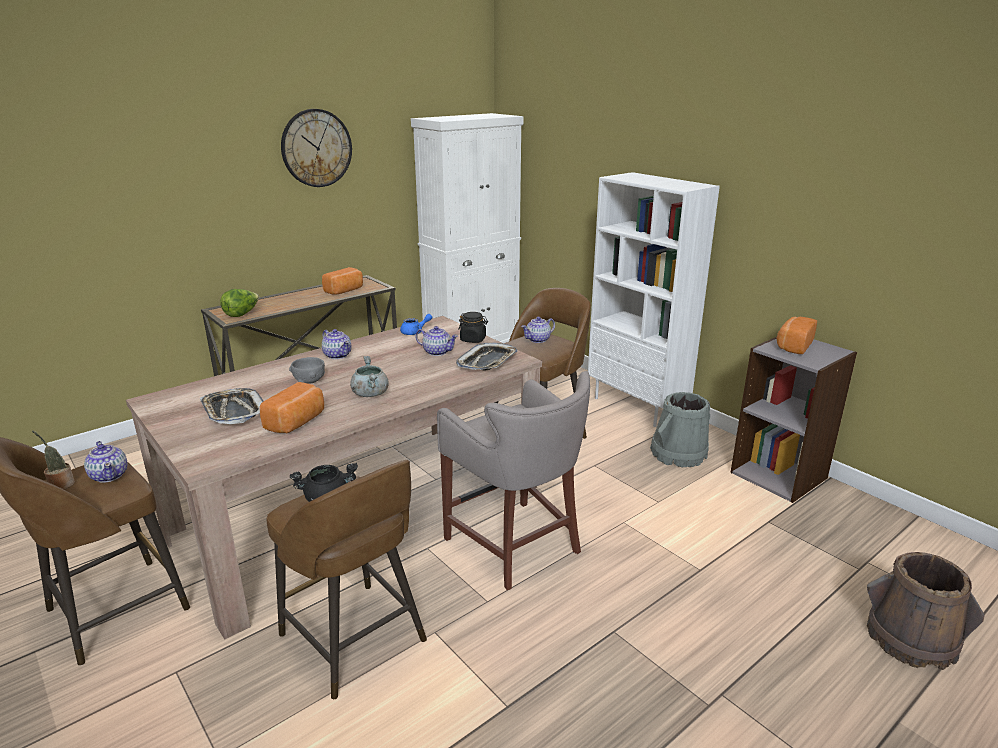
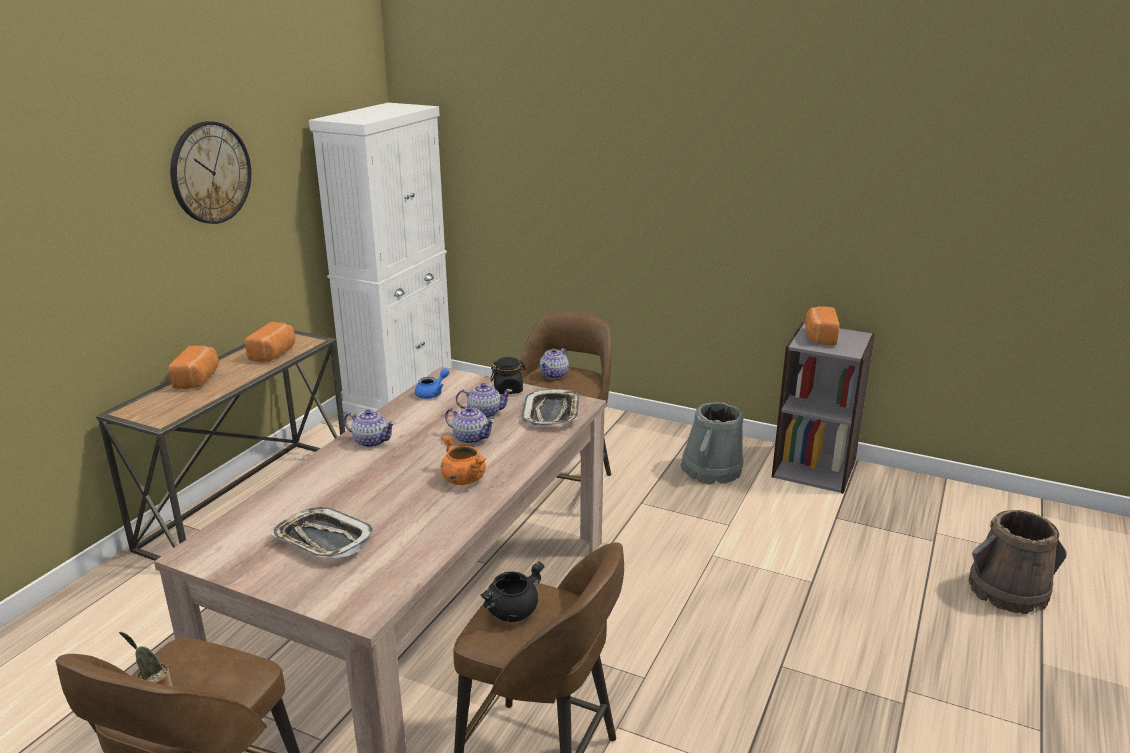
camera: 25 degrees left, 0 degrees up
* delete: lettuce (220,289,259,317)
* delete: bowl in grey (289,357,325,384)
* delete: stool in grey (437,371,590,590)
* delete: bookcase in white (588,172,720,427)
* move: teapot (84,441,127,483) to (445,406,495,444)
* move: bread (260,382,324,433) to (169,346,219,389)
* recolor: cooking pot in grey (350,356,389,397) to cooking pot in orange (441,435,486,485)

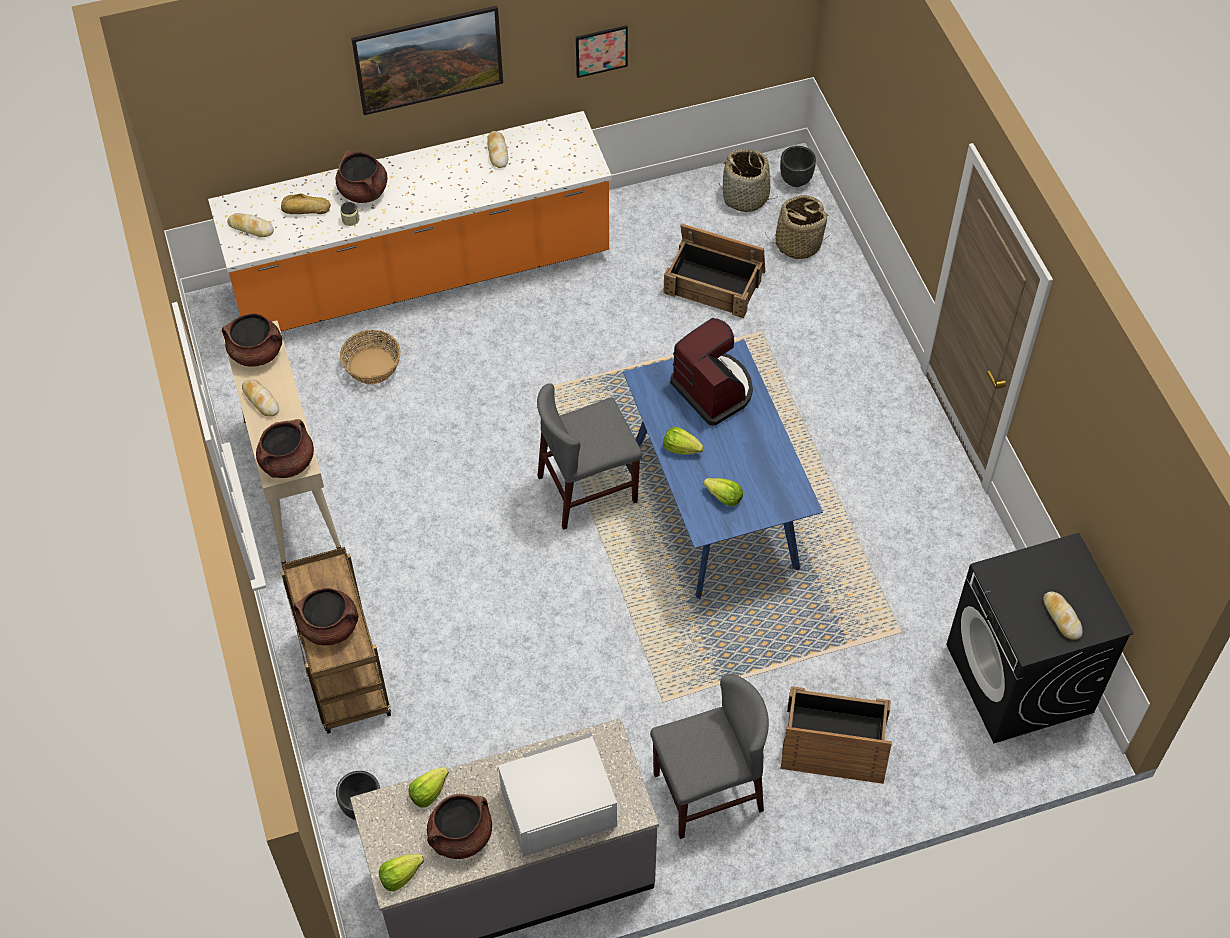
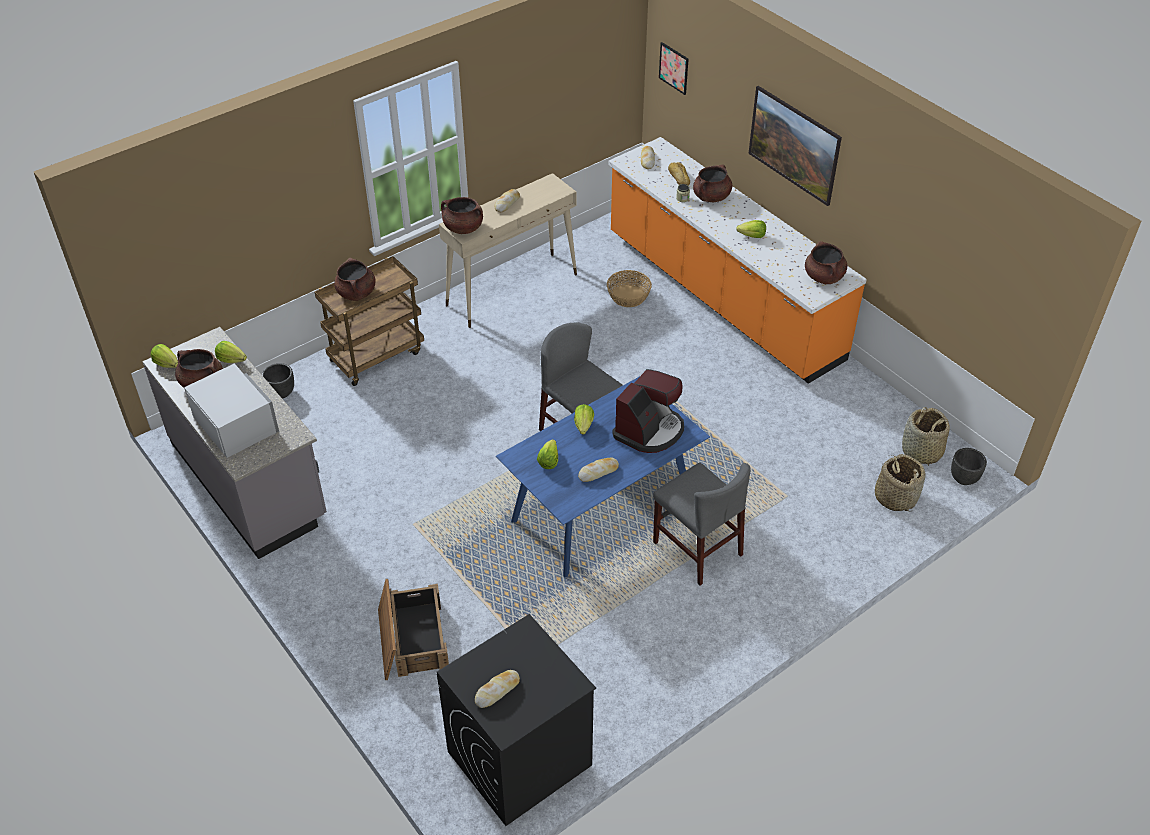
camera: 70 degrees right, 10 degrees down
* delete: crate (663,223,765,318)
* insert: lettuce (736,220,766,238)
* move: cooking pot in brown (222,313,282,367) to (805,241,847,284)
* move: bread (487,131,508,168) to (578,458,619,482)
* move: picture (576,25,628,78) to (659,42,689,95)
* move: chair in grey (650,674,769,839) to (653,463,751,585)

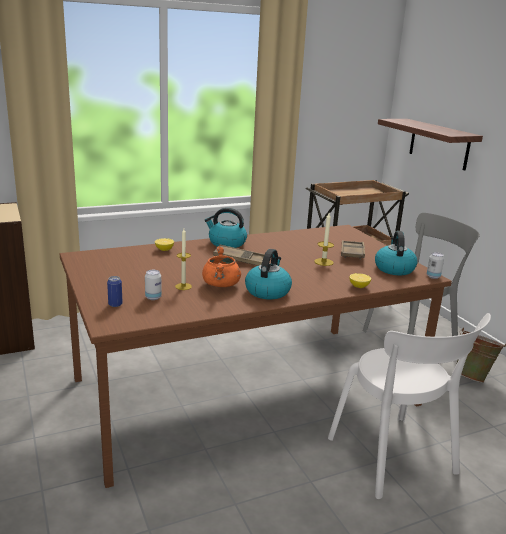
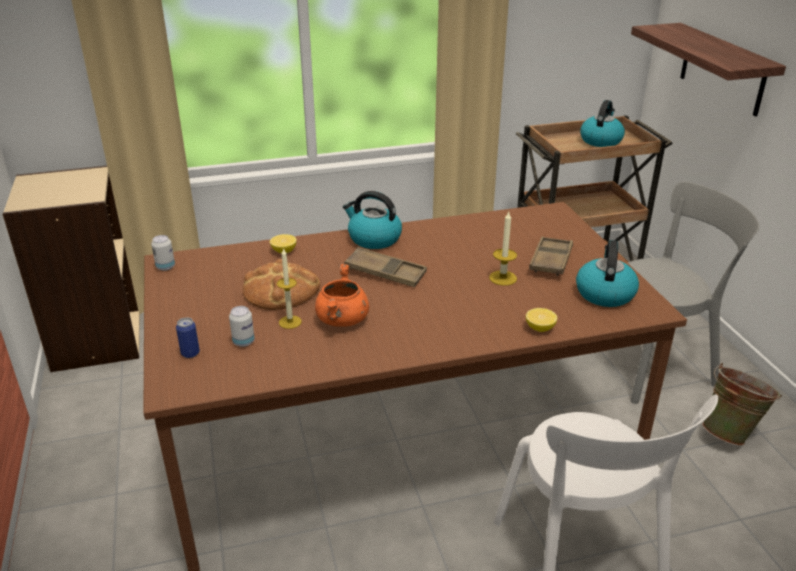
camera: 10 degrees right, 10 degrees up
* insert: bread (243,259,320,310)
* move: kettle (245,249,292,299) to (580,100,625,147)
* move: can (427,252,444,279) to (151,235,175,271)

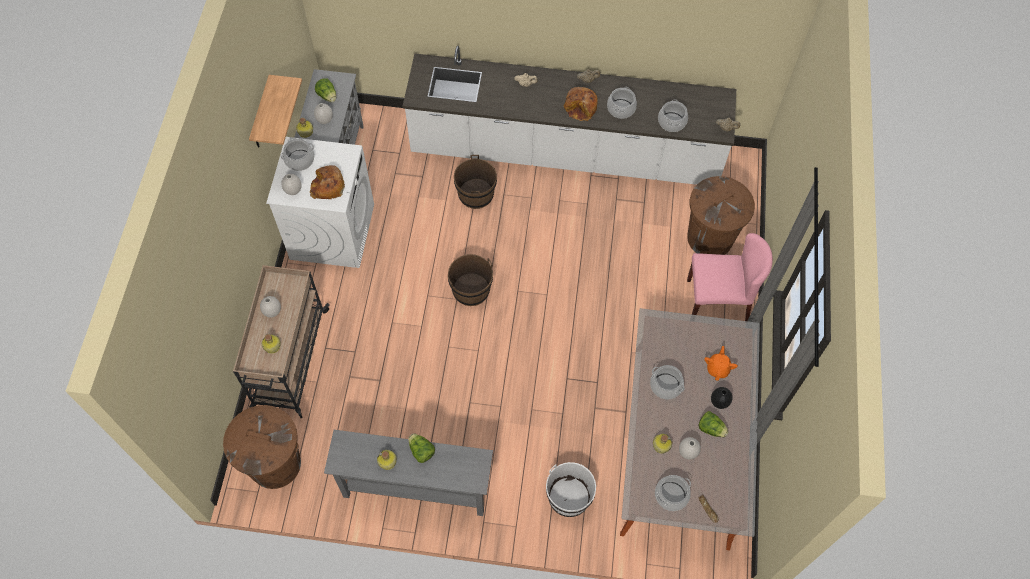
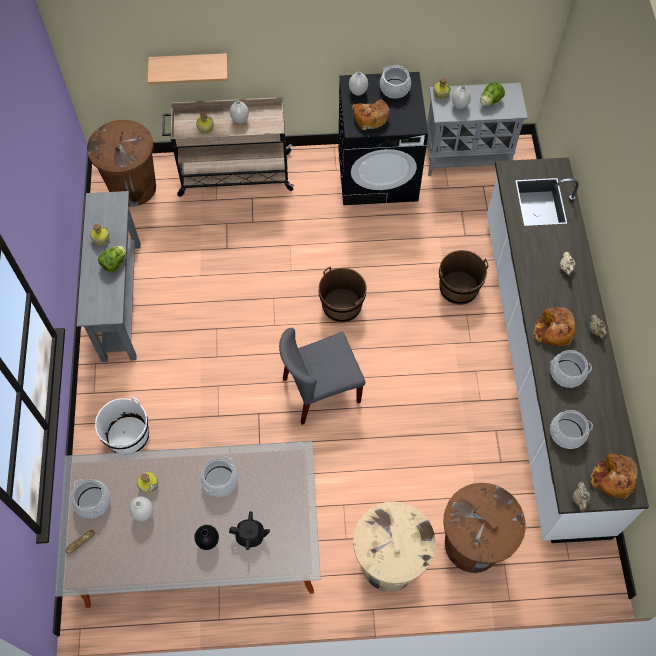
camera: 80 degrees right, 0 degrees up
* delete: lettuce (698,411,729,438)
* insert: chair in grey (279,328,365,425)
* insert: bread (590,454,638,499)
* move: shelf (249,75,302,148) to (148,53,228,84)
* replace: chair in pink (687,233,773,321) to trash can in beige (353,501,436,592)
* recolor: washing machine in white (266,137,374,268) to washing machine in black (338,72,428,205)
* recolor: teapot in orange (704,346,738,381) to teapot in black (229,511,270,550)

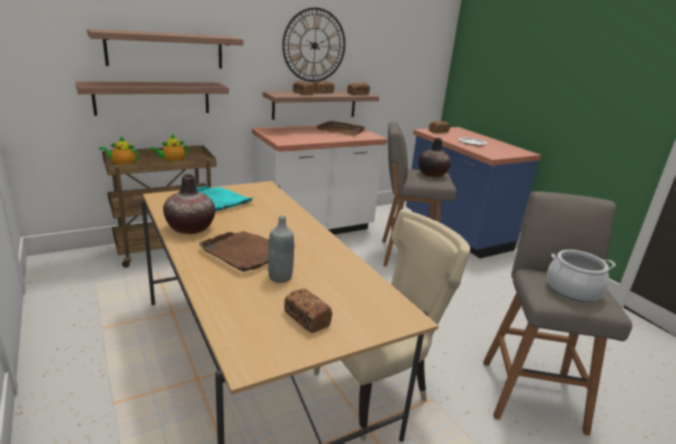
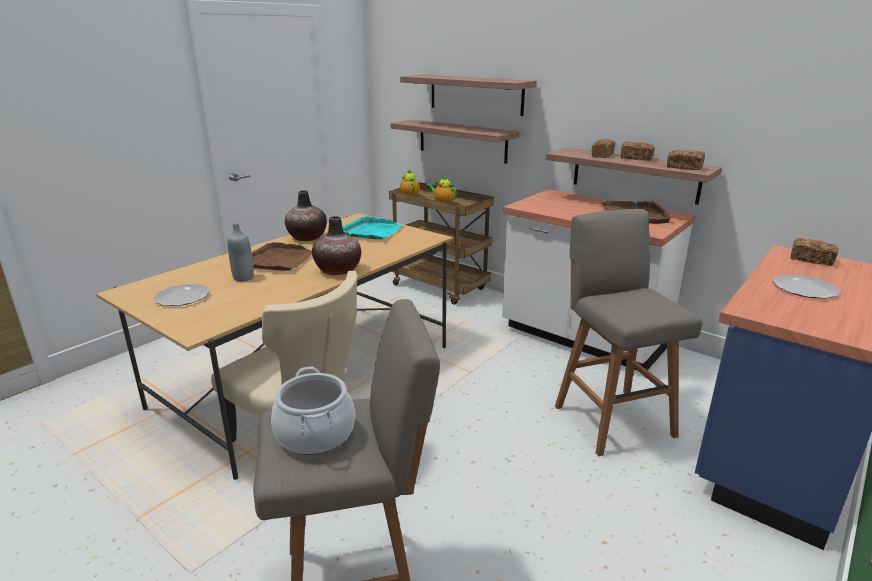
camera: 70 degrees right, 0 degrees up
* delete: wall clock (282,8,345,82)
* move: vase (418,138,451,177) to (312,216,361,275)
* replace: bread (284,289,332,333) to plate (153,284,210,306)

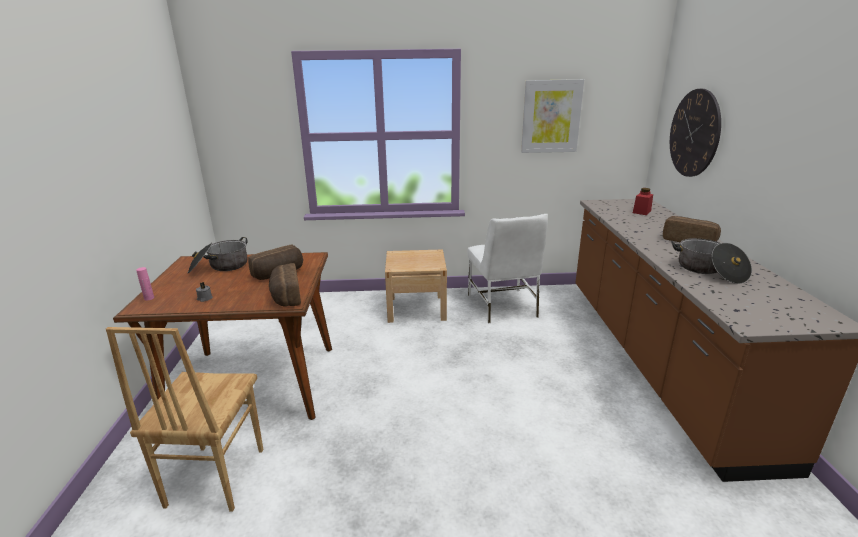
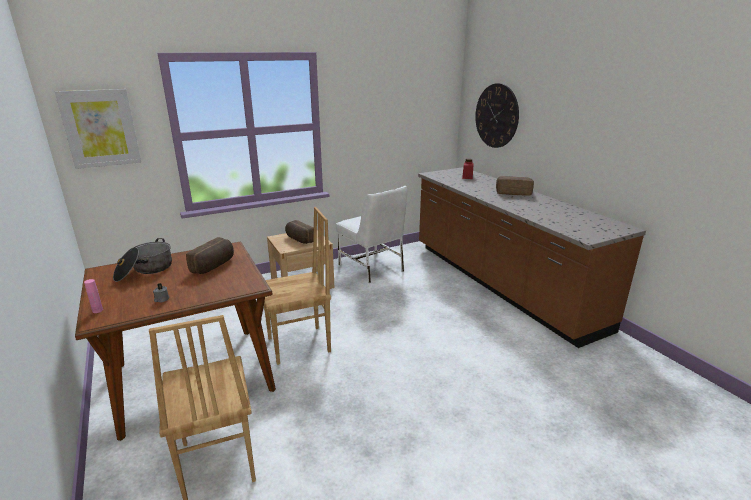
camera: 25 degrees left, 0 degrees up
* delete: cooking pot (671,238,752,284)
* insert: chair in brown (264,207,331,365)
* move: bread (269,263,301,307) to (285,220,314,244)
* move: picture (521,79,584,153) to (55,89,141,169)

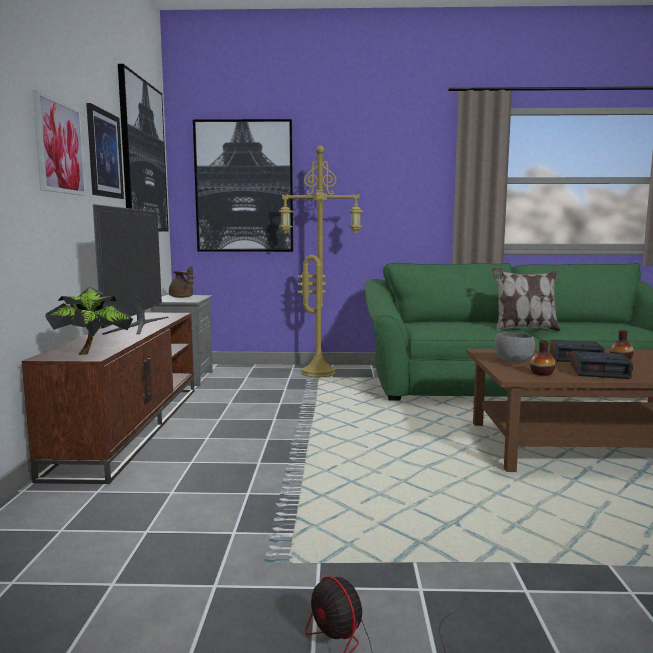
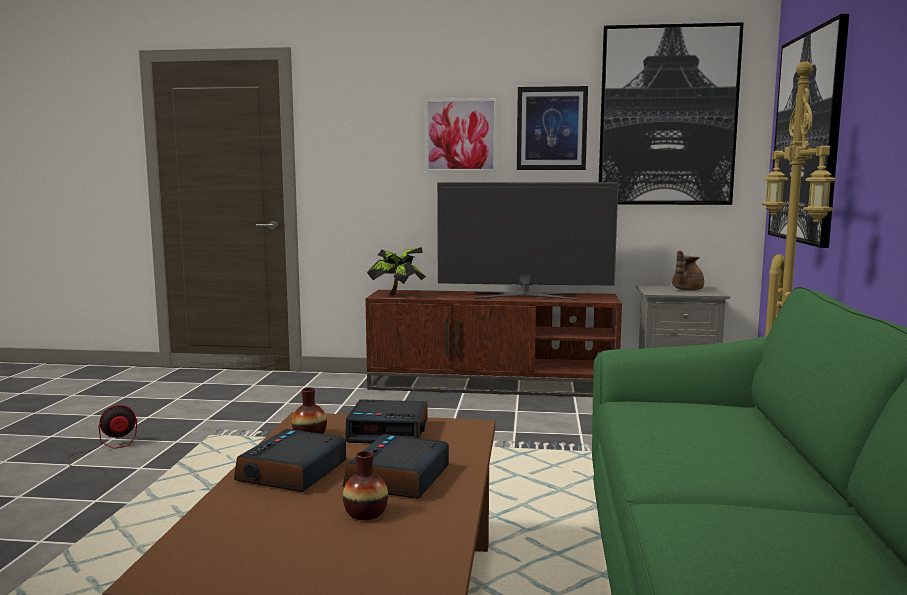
camera: 95 degrees right, 0 degrees up
* delete: pillow (492,268,560,332)
* replace: bowl in grey (494,332,535,363) to alarm clock (345,399,427,443)

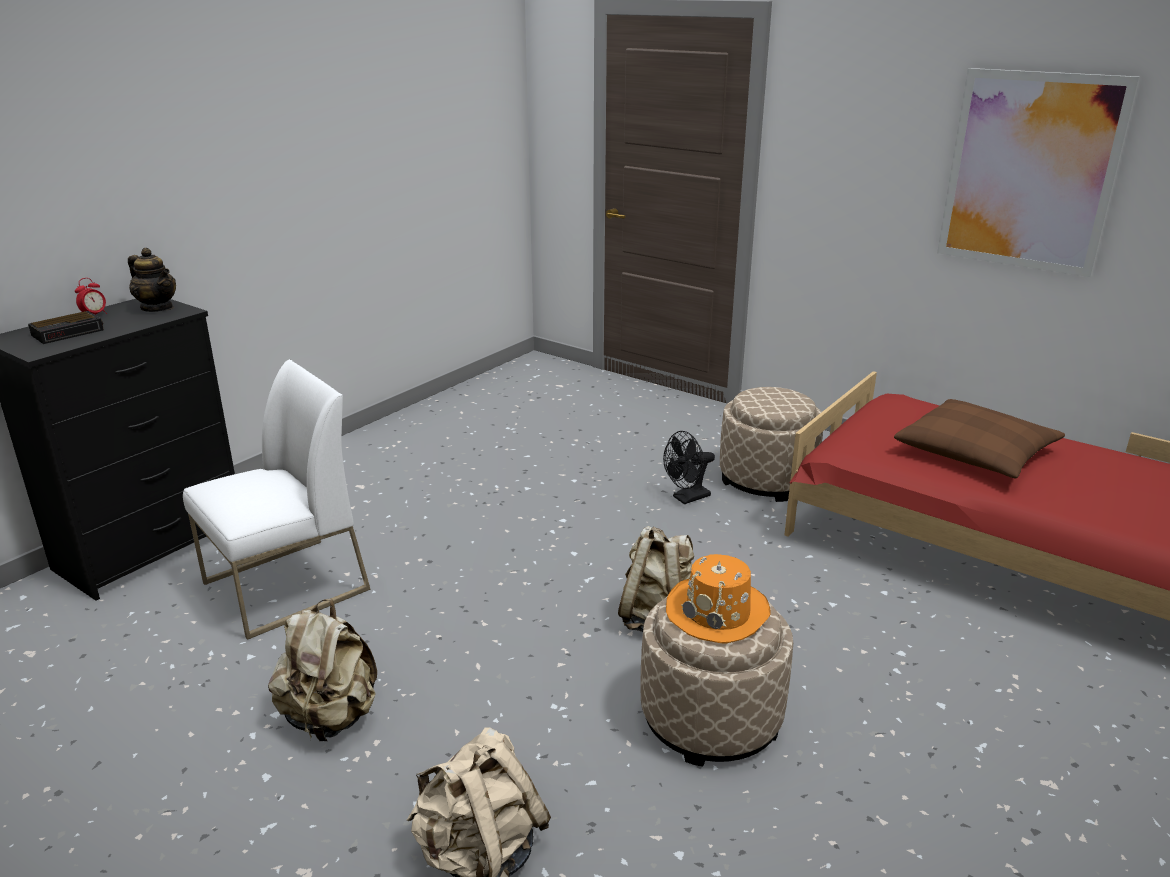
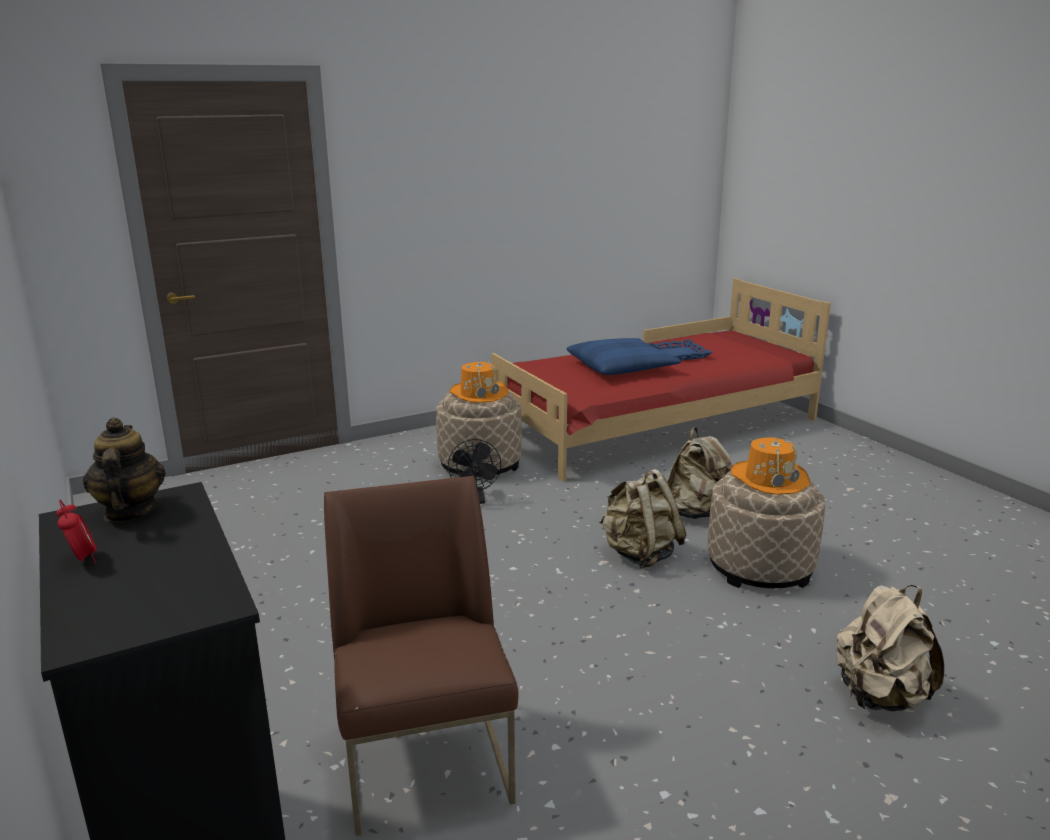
camera: 65 degrees left, 5 degrees down
* delete: alarm clock (28,311,104,344)
* delete: picture (937,68,1140,277)
* insert: hat in orange (449,361,508,403)
* insert: tray in blue (648,339,713,360)
* move: backpack in beige (268,599,377,742) to (667,427,733,519)
* recolor: chair in white (183,359,370,640) to chair in brown (324,476,518,836)
* recolor: pillow in brown (894,399,1065,478) to pillow in blue (566,338,681,375)
* rotate: teapot (128,248,176,312) = (83,417,166,522) 75 degrees counterclockwise

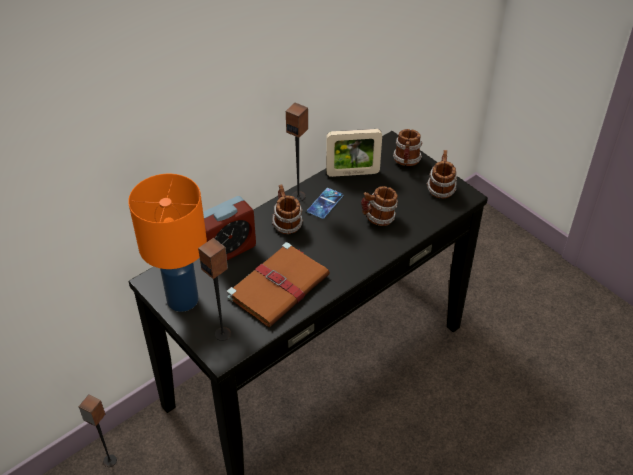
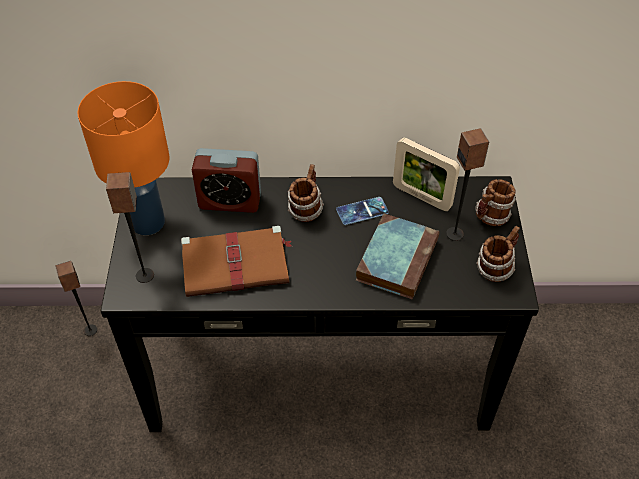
camera: 40 degrees right, 5 degrees up
* move: speaker (286,103,308,201) to (446,129,489,241)
* replace: mug (361,186,398,226) to book (356,213,439,299)

